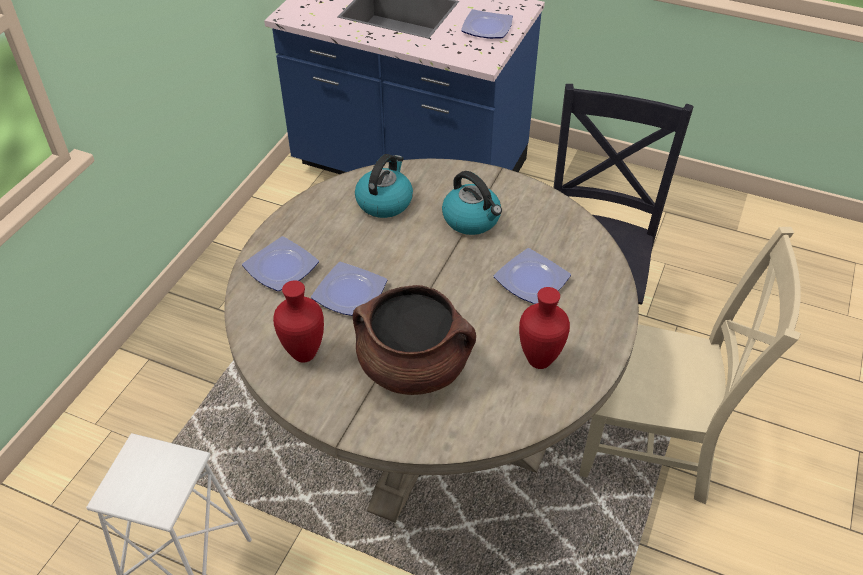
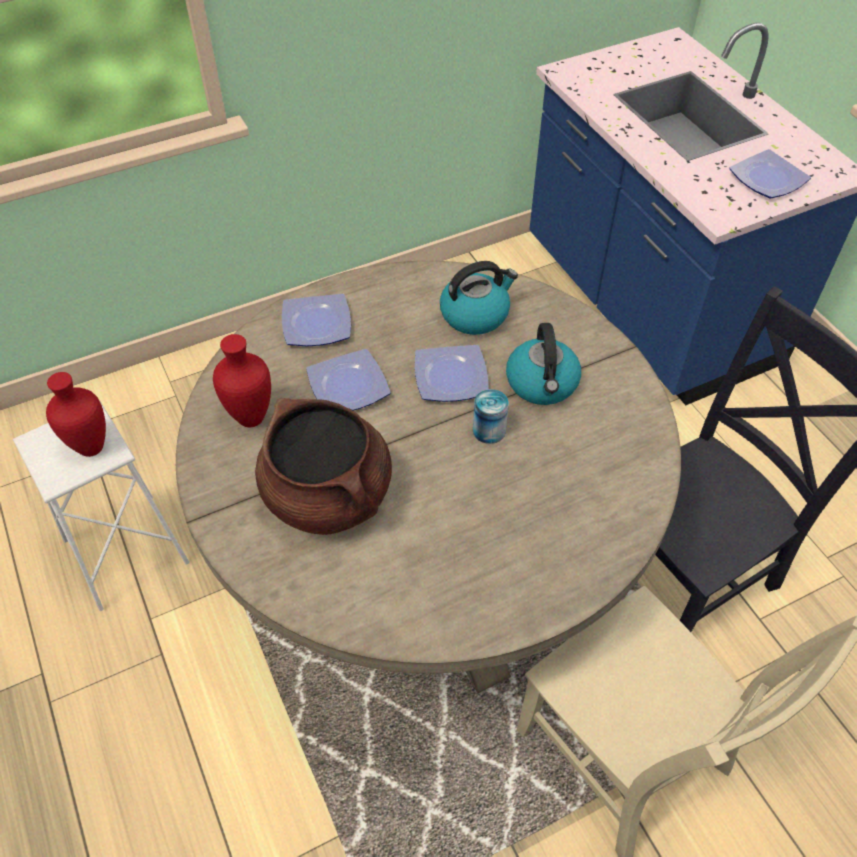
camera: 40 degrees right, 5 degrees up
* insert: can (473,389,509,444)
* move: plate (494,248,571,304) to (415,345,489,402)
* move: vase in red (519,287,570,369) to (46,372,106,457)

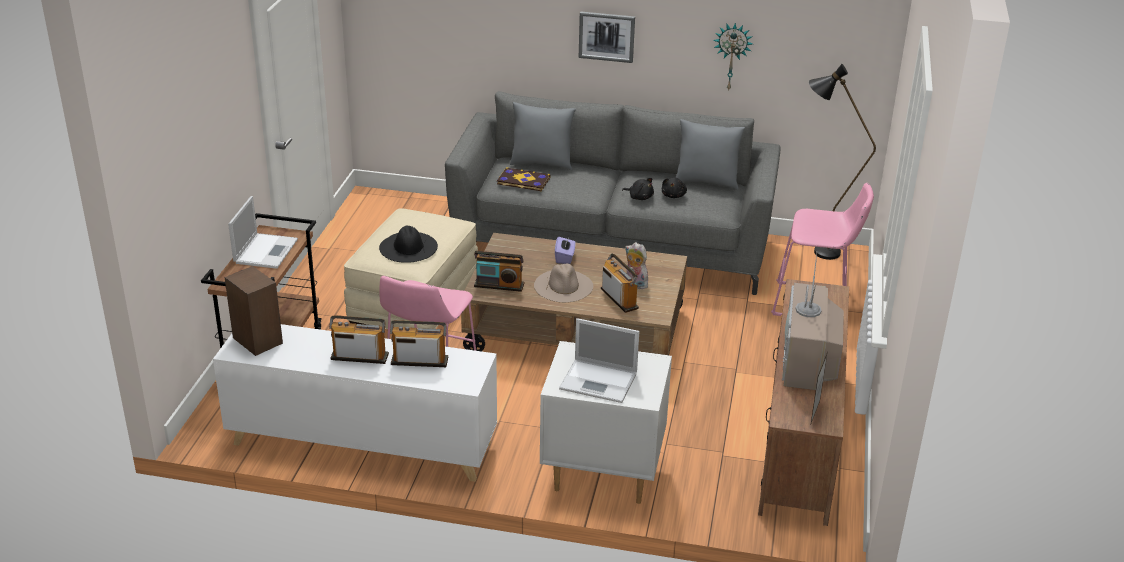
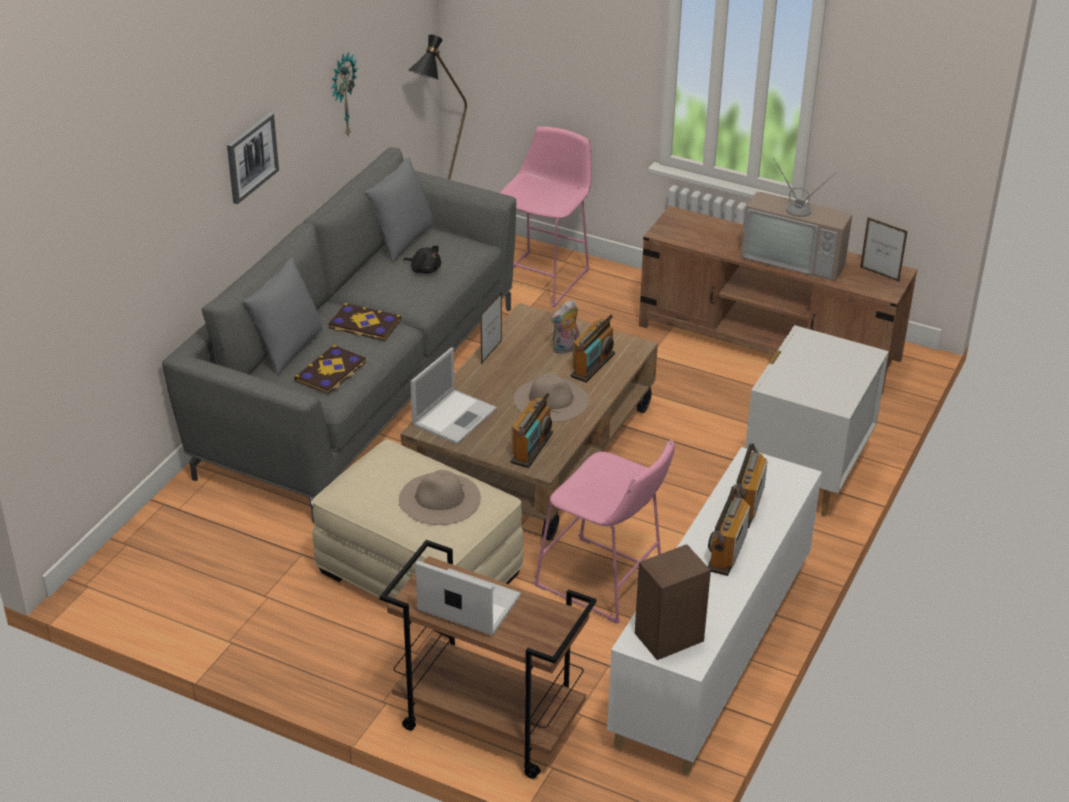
camera: 75 degrees left, 5 degrees up
* delete: tissue box in purple (555,237,576,264)
* delete: plush toy in black (622,178,654,200)
* insert: book (328,303,401,341)
* insert: picture frame (481,292,502,364)
* move: laptop (559,318,639,403) to (410,347,497,444)
* recolor: hat in black (379,226,438,263) to hat in beige (399,470,481,525)
* rotate: radio (601,254,639,313) = (571,315,615,383) 135 degrees clockwise

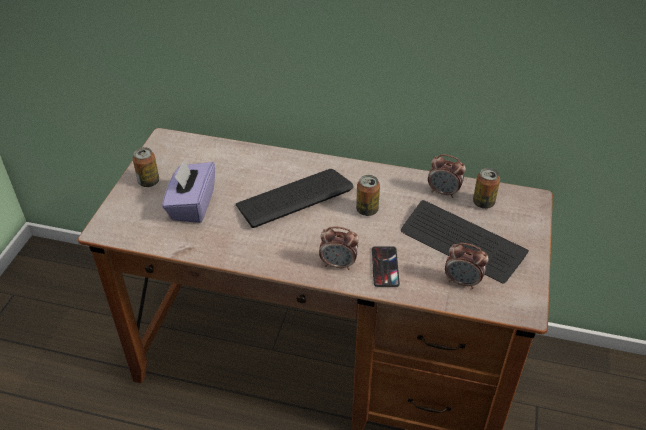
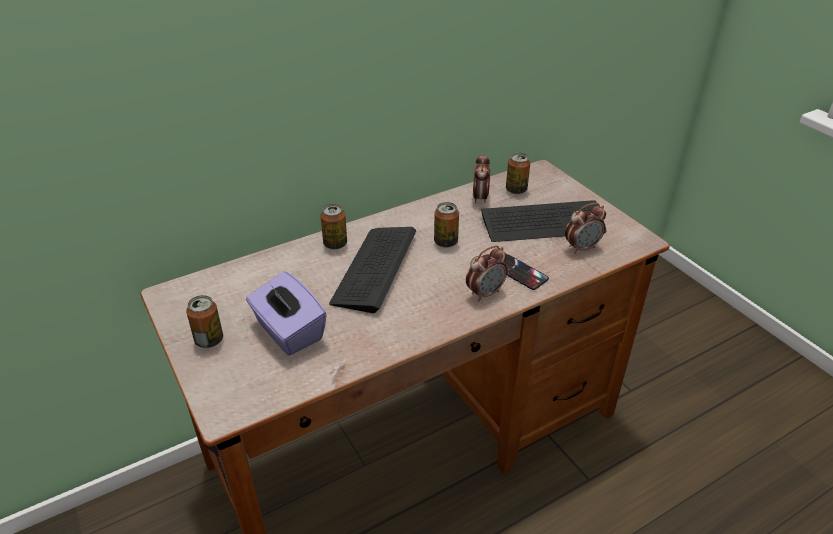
camera: 45 degrees left, 5 degrees down
* insert: can (320,204,347,249)
* rotate: alarm clock (428,154,466,198) = (473,153,490,204) 120 degrees clockwise

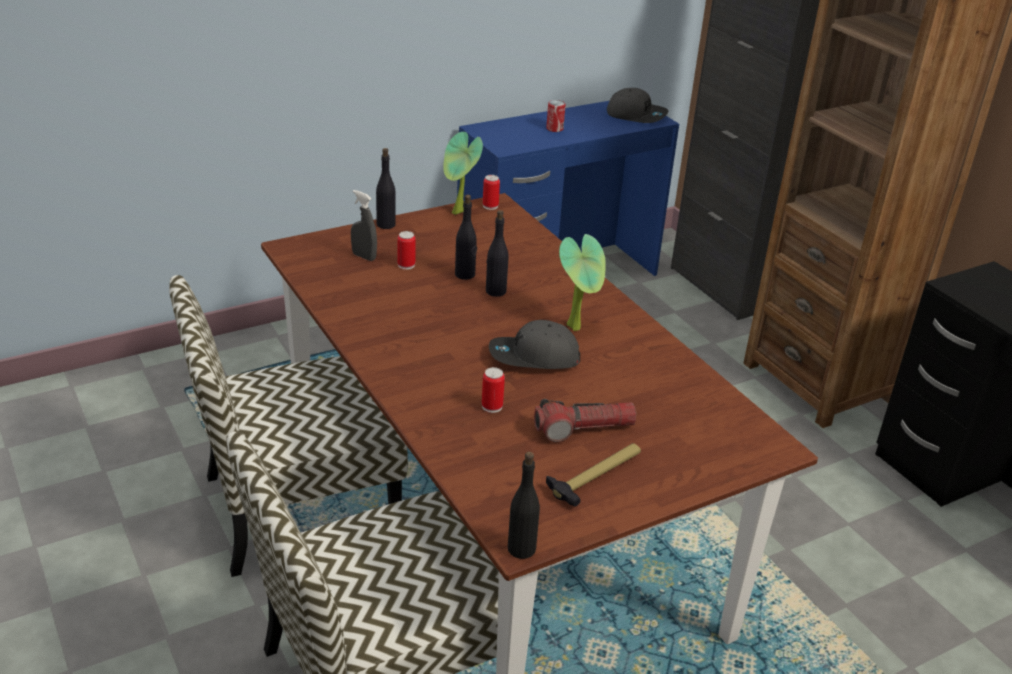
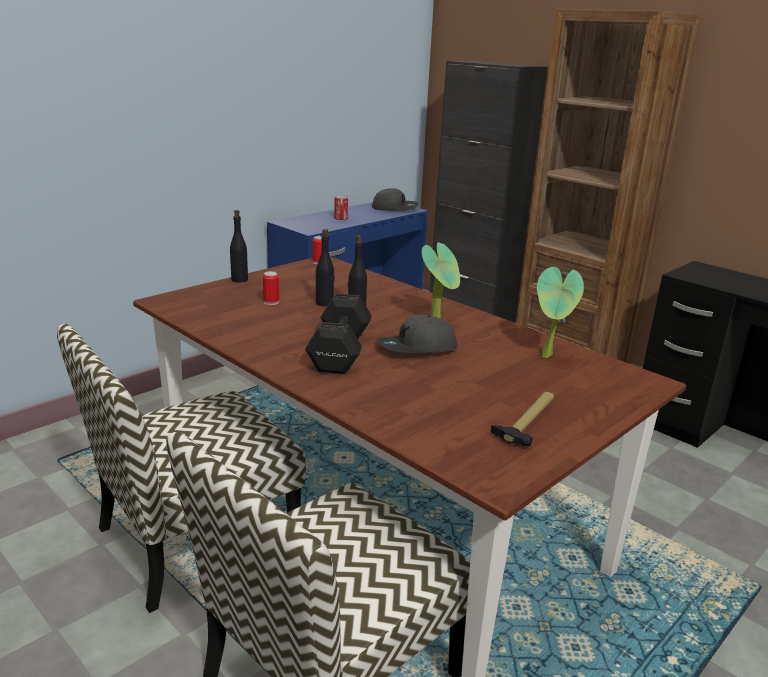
camera: 15 degrees left, 10 degrees down
* delete: spray bottle in grey (351,190,377,261)
* delete: can (482,367,505,413)
* delete: bottle in black (508,452,540,559)
* delete: flashlight (534,399,636,442)
* insert: dumbbell in black (305,293,372,374)
* move: potted plant (443,132,483,215) to (537,267,584,358)

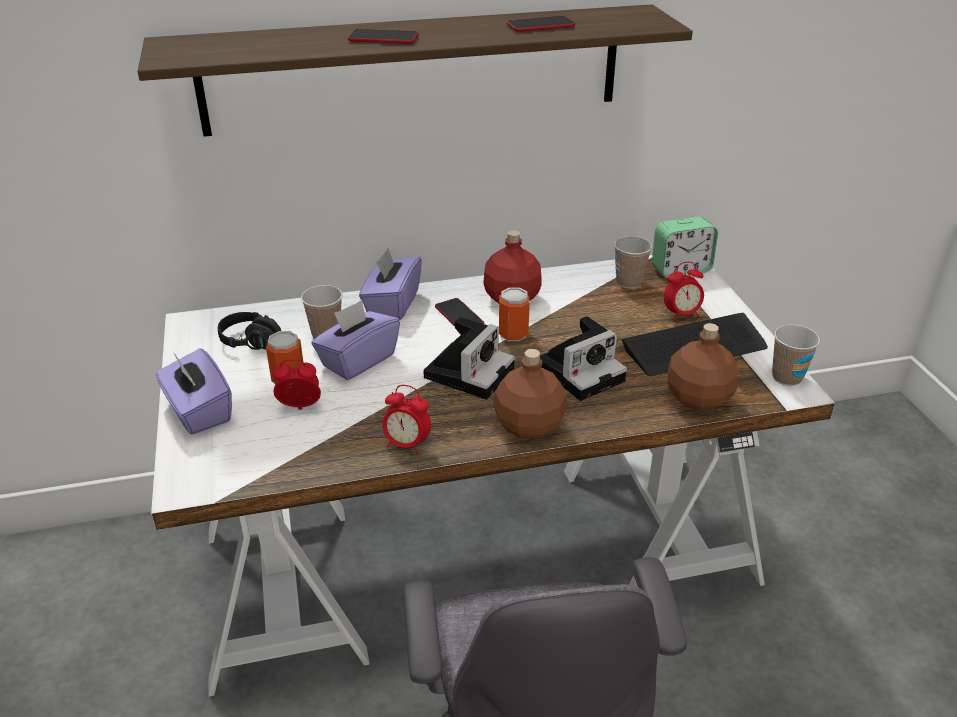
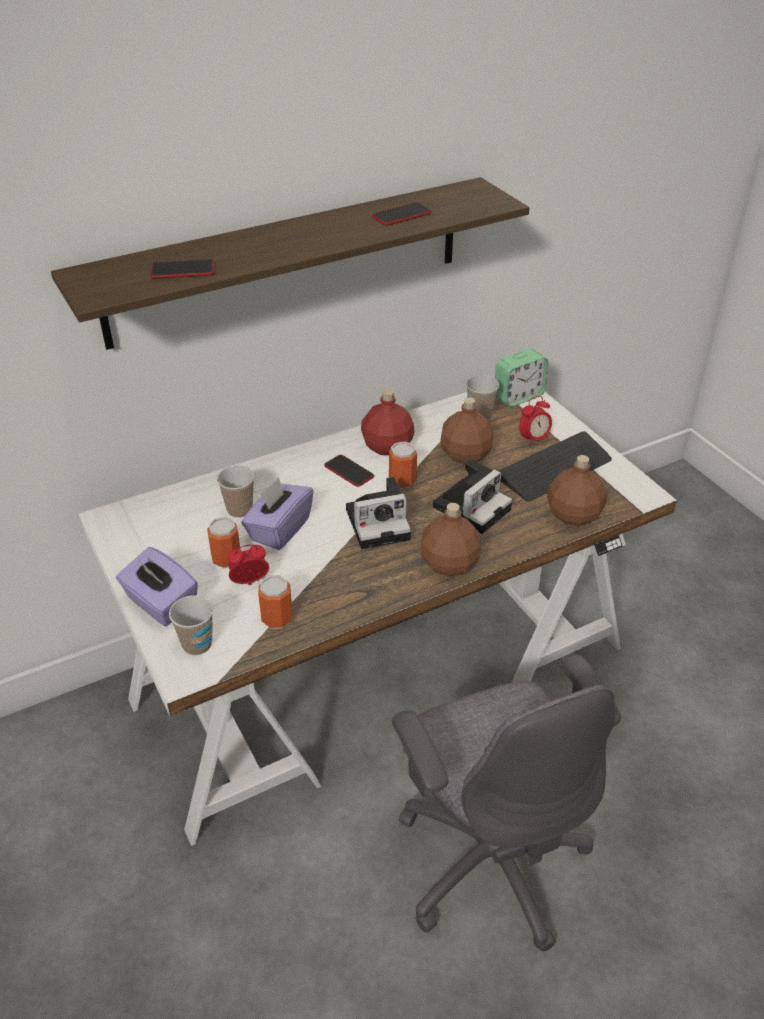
camera: 15 degrees left, 5 degrees up
* delete: headphones in black (218,312,281,350)
* delete: tissue box in purple (359,248,422,320)
* delete: alarm clock (382,385,431,455)
* insert: can (258,575,292,629)
* insert: bottle in brown (440,397,493,464)
* move: phone (348,29,419,44) to (150,259,214,279)
* move: cup (772,324,820,386) to (169,595,213,655)
* rotate: photo camera (423,317,515,400) = (346,477,411,549) 60 degrees clockwise

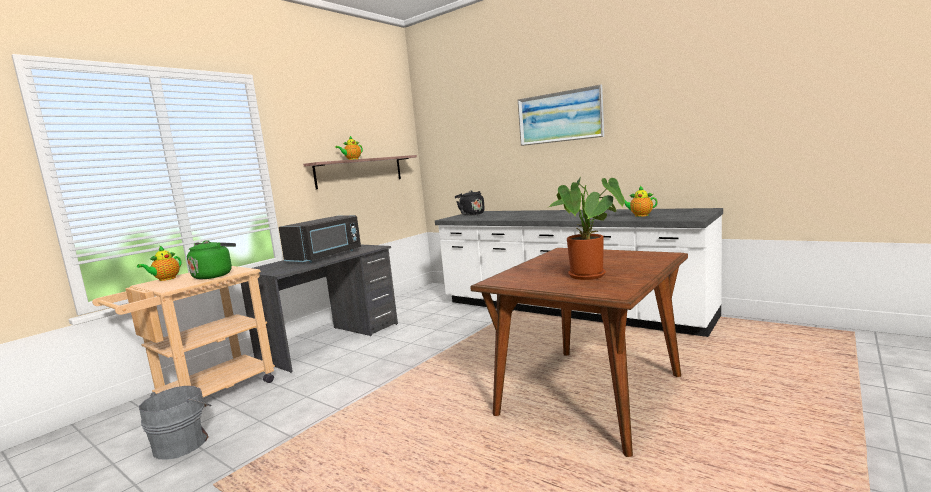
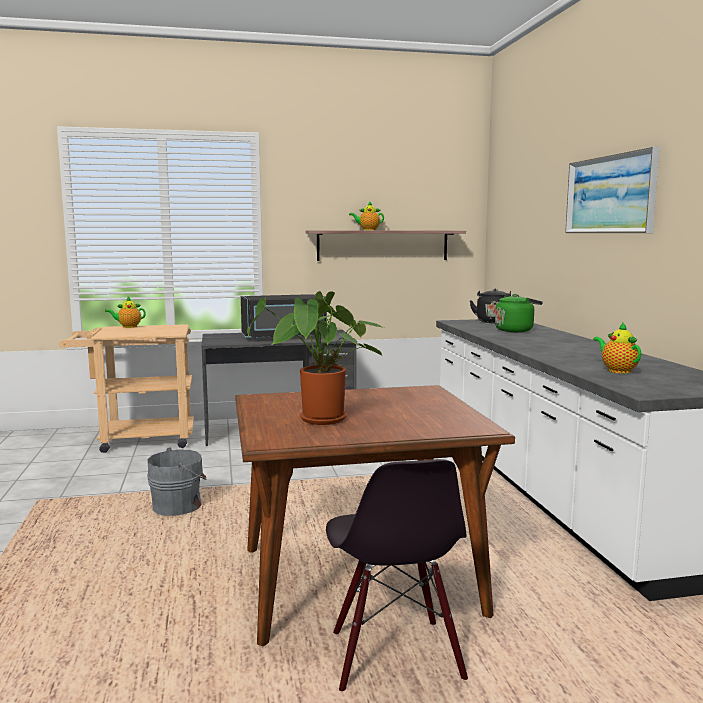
camera: 40 degrees right, 0 degrees up
* insert: chair in black (326,459,468,691)
* move: bucket in grey (139,386,212,460) to (147,448,207,516)
* move: kettle in green (187,240,236,279) to (495,294,543,332)

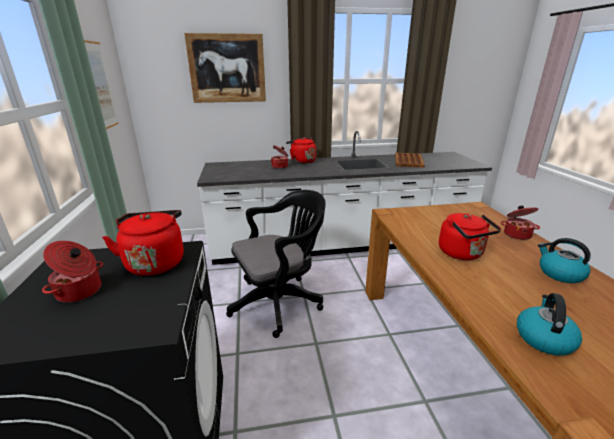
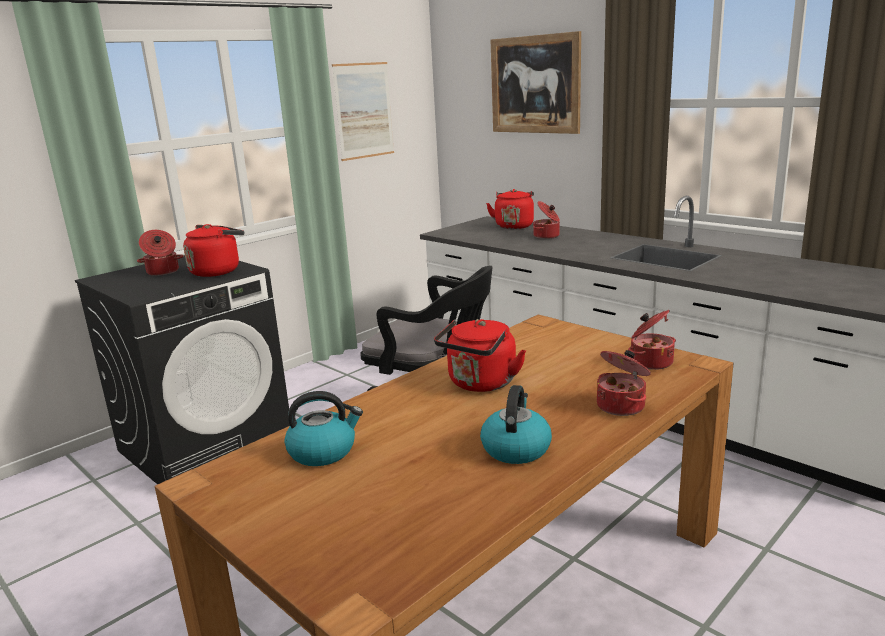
camera: 55 degrees right, 5 degrees down
* delete: tray in brown (395,153,424,168)
* insert: cooking pot (628,310,676,370)
* move: kettle in red (286,137,316,164) to (486,189,534,229)

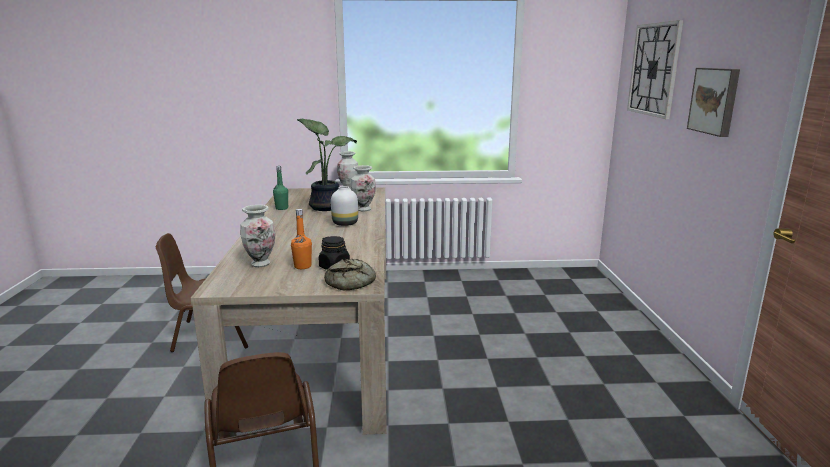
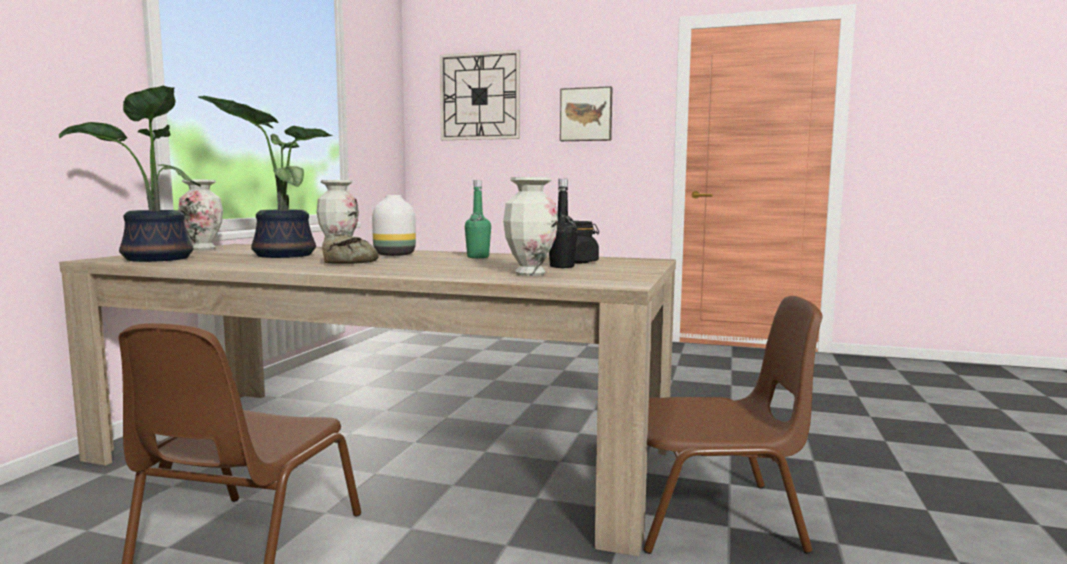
camera: 70 degrees left, 10 degrees down
* insert: potted plant (59,86,201,262)
* move: bottle in green (273,166,289,210) to (465,180,491,258)
* move: bread (324,259,376,290) to (322,235,379,264)
* recolor: bottle in orange (291,209,312,269) to bottle in black (549,179,578,268)

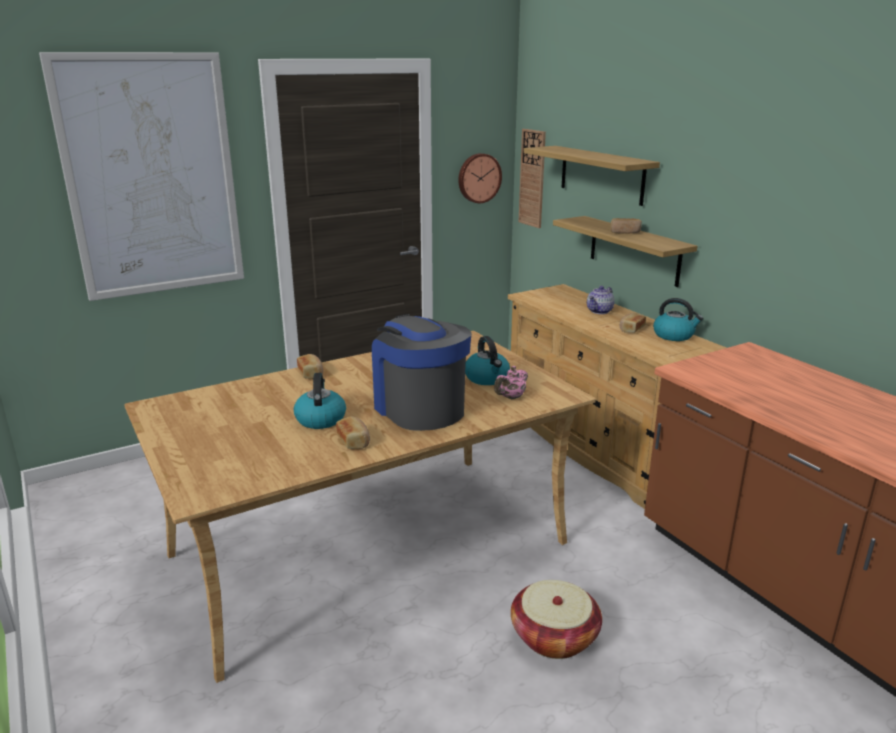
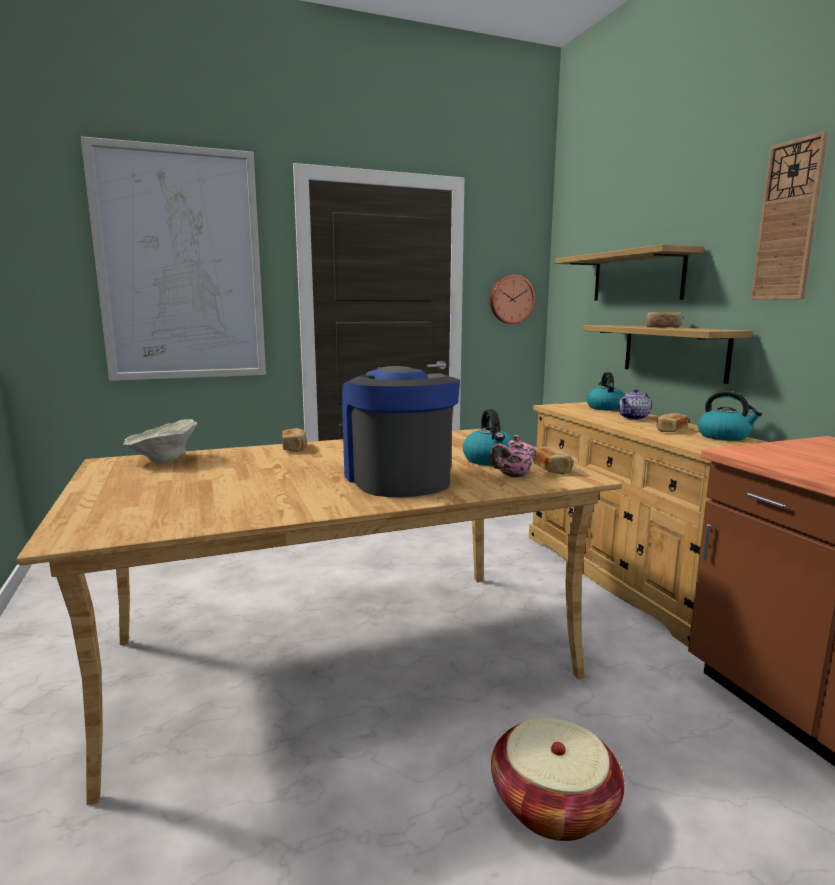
camera: 10 degrees right, 10 degrees down
* insert: bowl in beige (123,419,197,463)
* move: kettle (294,373,346,429) to (587,372,625,411)
* move: bread (336,416,370,449) to (533,446,573,474)
* move: wall clock (519,129,546,228) to (751,131,828,300)

